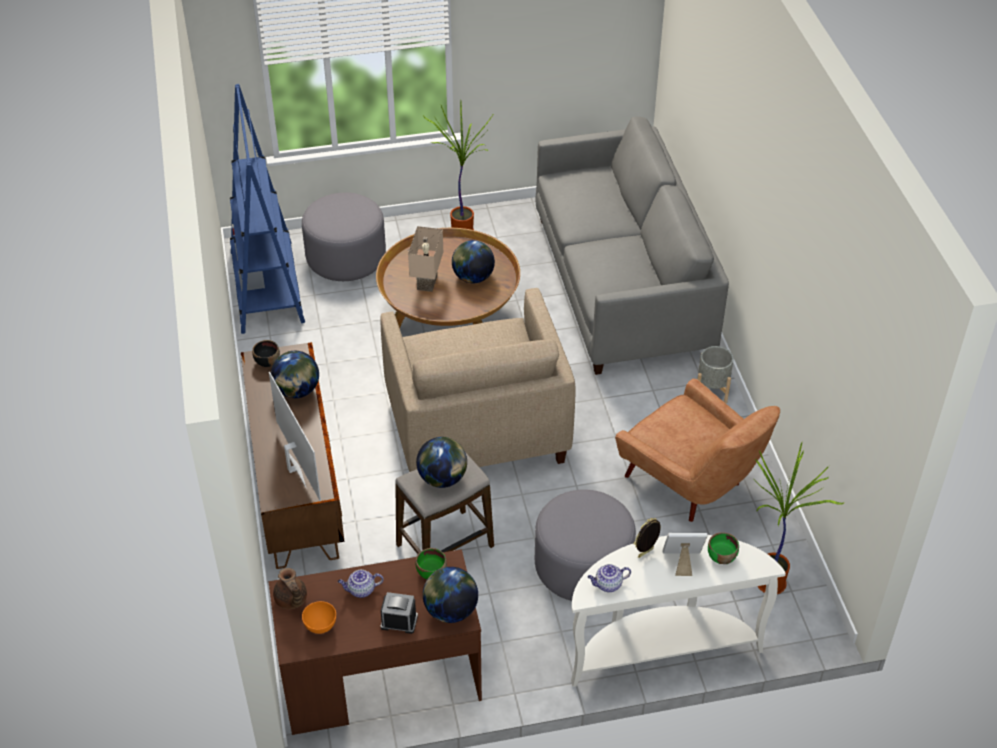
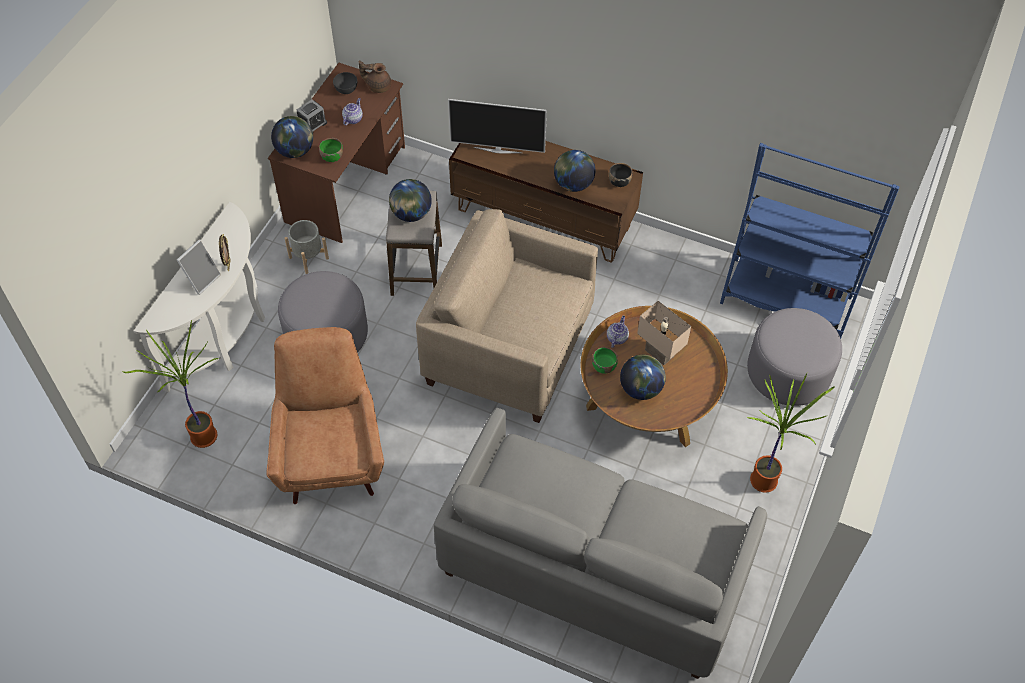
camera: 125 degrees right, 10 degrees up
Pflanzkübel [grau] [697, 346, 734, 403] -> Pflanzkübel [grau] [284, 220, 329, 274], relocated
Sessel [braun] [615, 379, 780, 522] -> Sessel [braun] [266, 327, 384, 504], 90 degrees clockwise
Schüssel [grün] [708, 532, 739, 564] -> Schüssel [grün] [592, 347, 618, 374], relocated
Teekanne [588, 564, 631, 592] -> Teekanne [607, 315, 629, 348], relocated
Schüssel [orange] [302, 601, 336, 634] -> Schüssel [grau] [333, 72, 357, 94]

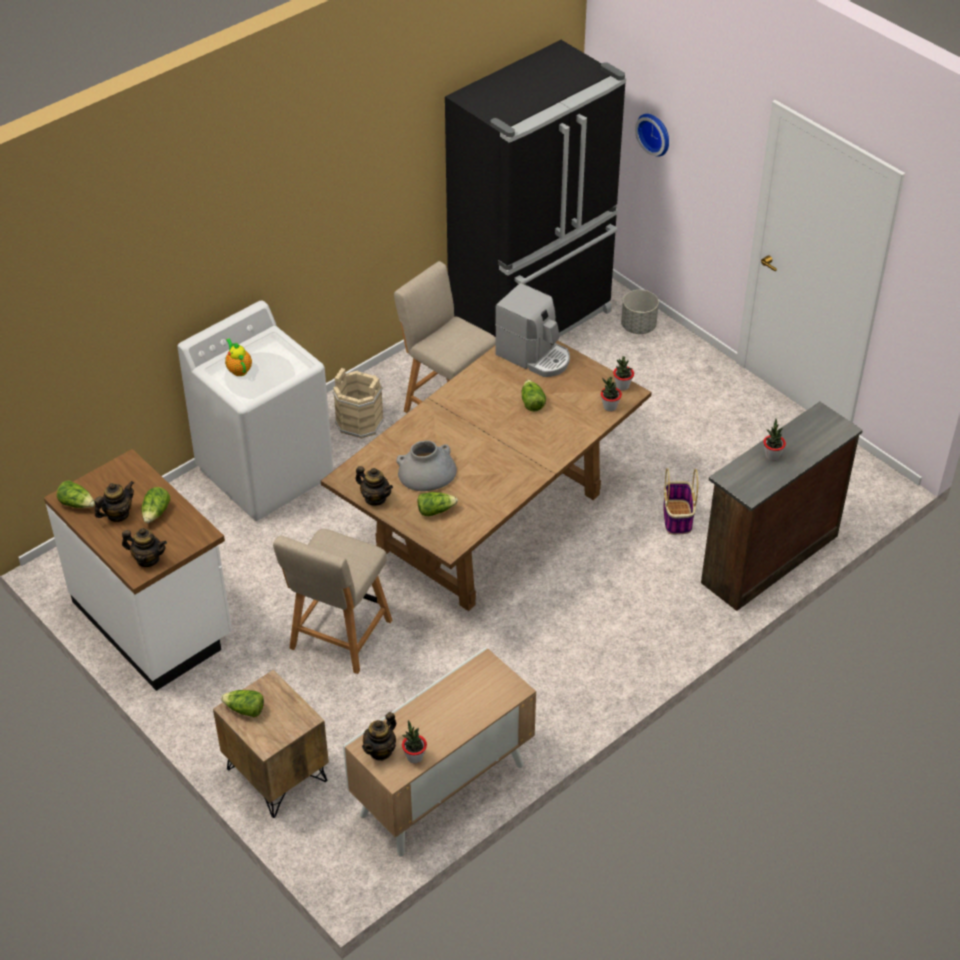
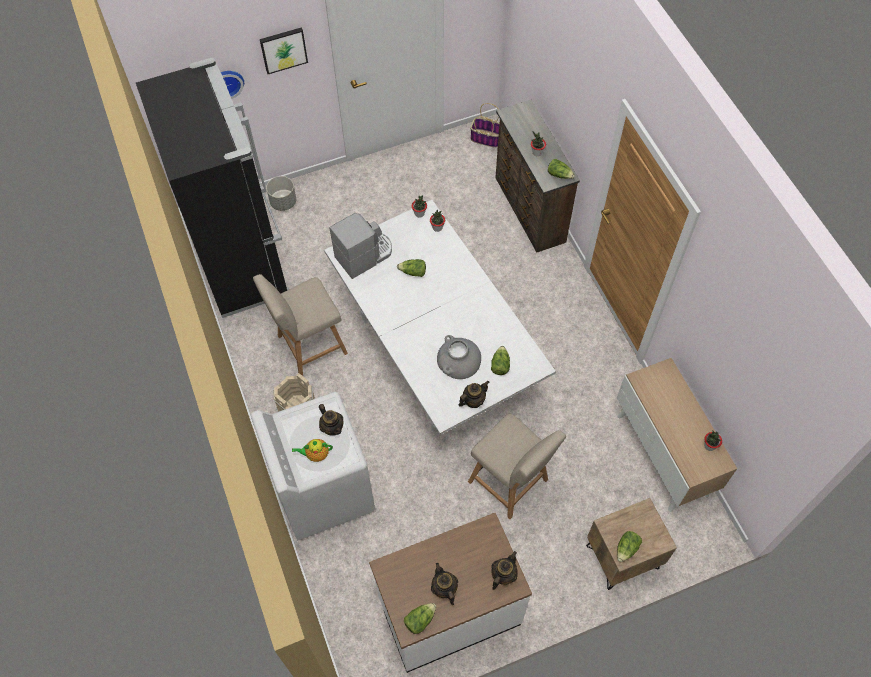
camera: 70 degrees left, 15 degrees up
Esstisch [braun] [321, 340, 652, 611] -> Esstisch [weiß] [324, 200, 556, 435]
Korb [663, 468, 698, 535] -> Korb [470, 103, 500, 148], relocated
Salatkopf [141, 487, 171, 523] -> Salatkopf [548, 159, 575, 179], relocated
Teekanne [362, 712, 396, 761] -> Teekanne [319, 404, 344, 436], relocated
none -> Bild [260, 27, 308, 74]

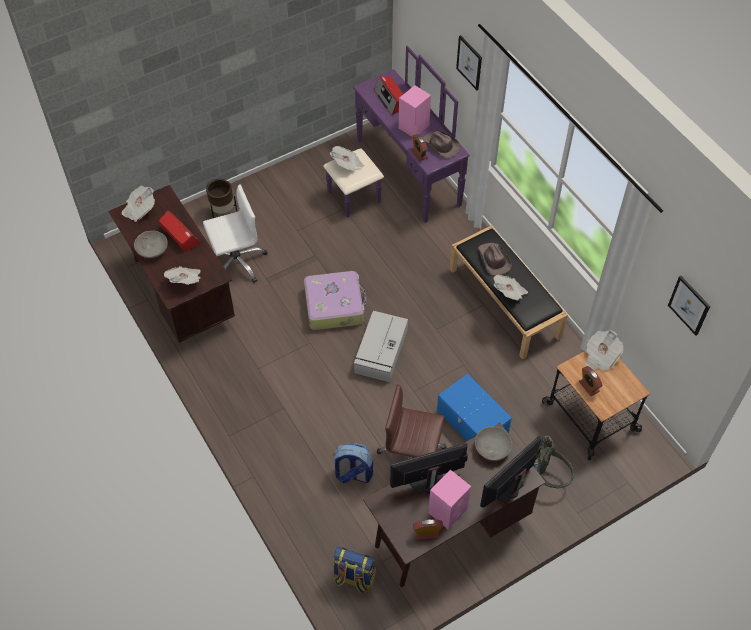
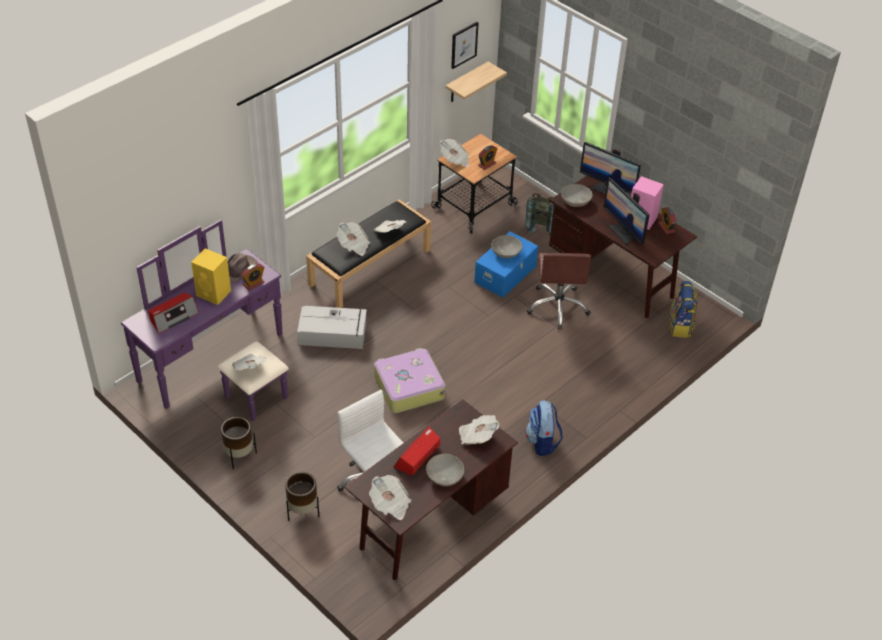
camera: 105 degrees left, 10 degrees down
Bild [456, 35, 482, 91] -> none
Lautsprecher [rosa] [398, 85, 431, 137] -> Lautsprecher [gelb] [191, 248, 231, 305]
Hut [braun] [478, 243, 512, 275] -> Zeitung [336, 222, 370, 256]
Aufbewahrungsbox [grau] [354, 311, 408, 382] -> Aufbewahrungsbox [grau] [297, 306, 367, 349], relocated
Rucksack [333, 443, 373, 483] -> Rucksack [525, 400, 563, 456], relocated
none -> Wandregal [445, 62, 507, 102]
none -> Schüssel [grau] [491, 235, 522, 258]
none -> Pflanzkübel [braun] [221, 417, 257, 469]

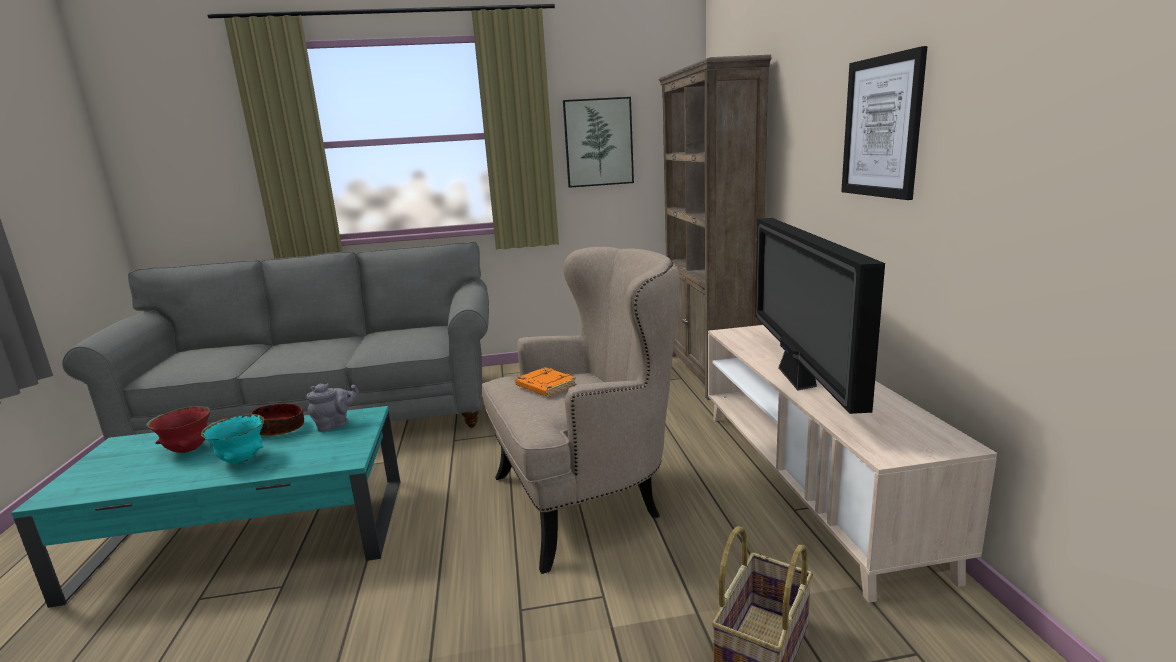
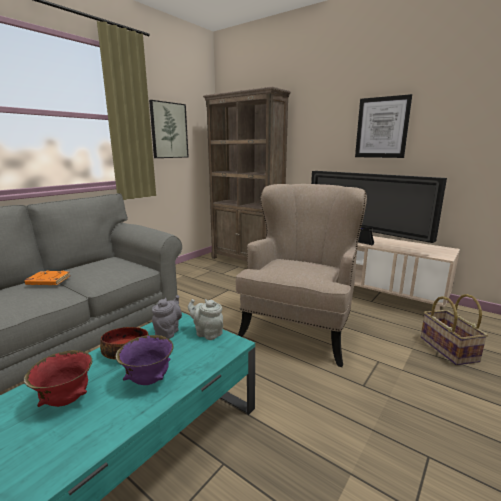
camera: 45 degrees left, 0 degrees up
Buch [orange] [515, 367, 576, 397] -> Buch [orange] [25, 271, 71, 285], relocated
Schüssel [türkis] [201, 414, 265, 463] -> Schüssel [lila] [116, 335, 173, 385]
none -> Teekanne [grau] [188, 299, 223, 340]

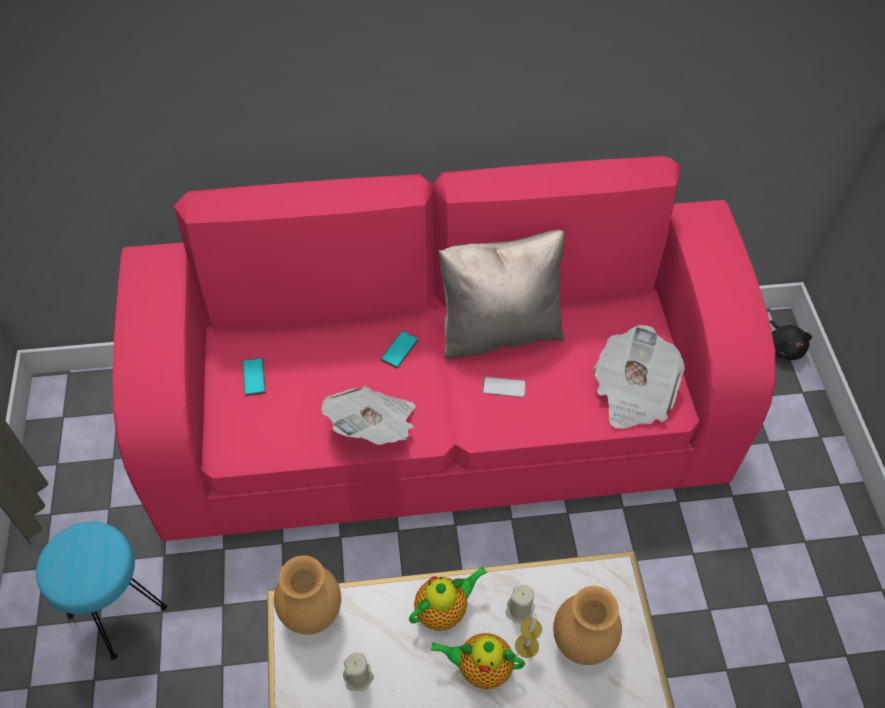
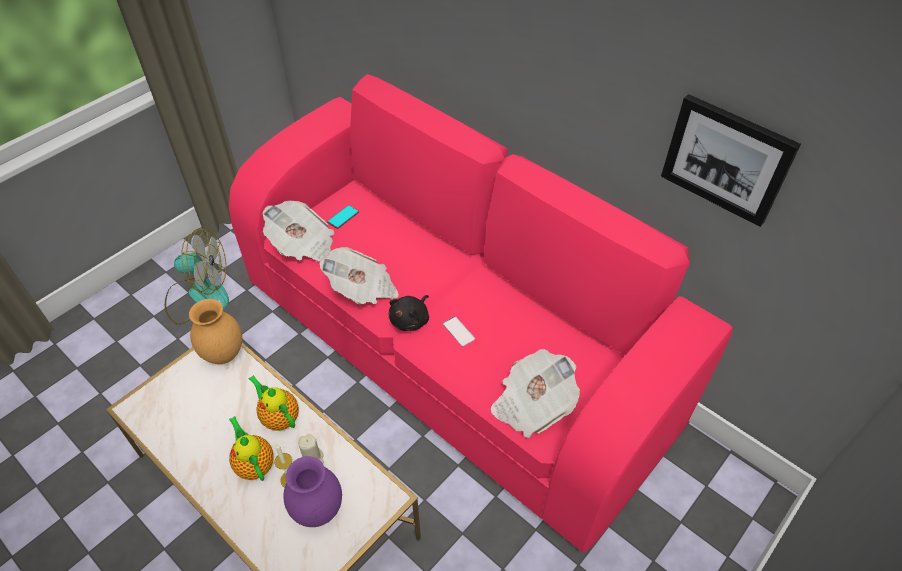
camera: 50 degrees right, 5 degrees down
Kissen [beige] [439, 230, 565, 359] -> none
Plüschtier [schwarz] [769, 320, 812, 360] -> Plüschtier [schwarz] [389, 295, 429, 331], relocated
Handy [381, 331, 419, 368] -> none
Hocker [türkis] [36, 522, 167, 660] -> Ventilator [165, 228, 229, 325]
Teekanne [409, 566, 488, 631] -> Teekanne [248, 375, 299, 431], 150 degrees counterclockwise
Vase [braun] [553, 586, 622, 665] -> Vase [lila] [283, 456, 342, 527]
Kerze [beige] [343, 653, 374, 691] -> none
none -> Bild [661, 94, 801, 227]
none -> Zeitung [263, 201, 334, 262]

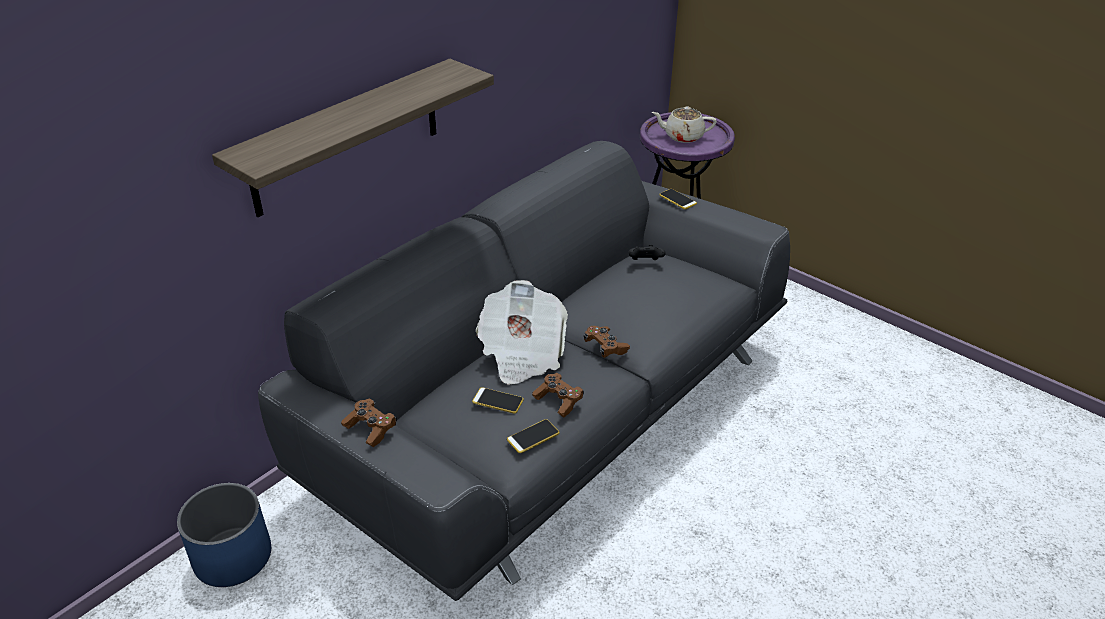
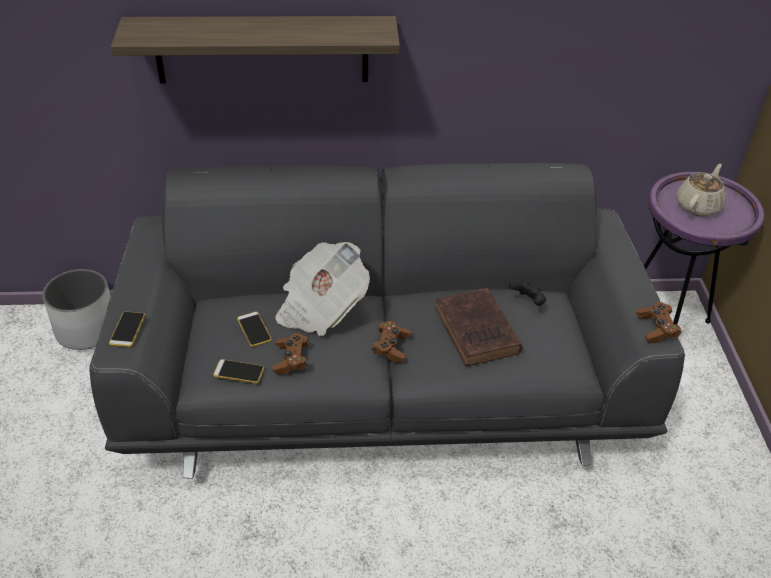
camera: 45 degrees right, 5 degrees up
Teekanne [beige] [652, 107, 717, 143] -> Teekanne [beige] [676, 164, 726, 217], 75 degrees clockwise
Handy [659, 189, 697, 209] -> Handy [109, 311, 145, 347], relocated
Gamepad [braun] [341, 399, 397, 447] -> Gamepad [braun] [636, 302, 682, 343], relocated
Pflanzkübel [blau] [177, 483, 271, 587] -> Pflanzkübel [weiß] [42, 269, 111, 350]
none -> Buch [braun] [435, 288, 523, 366]

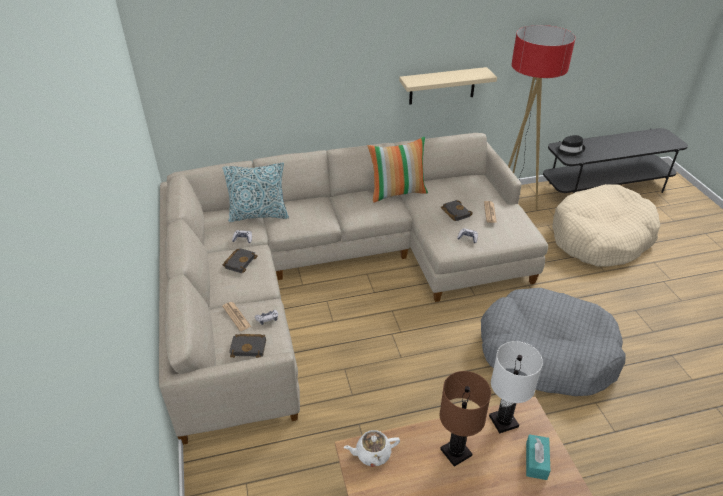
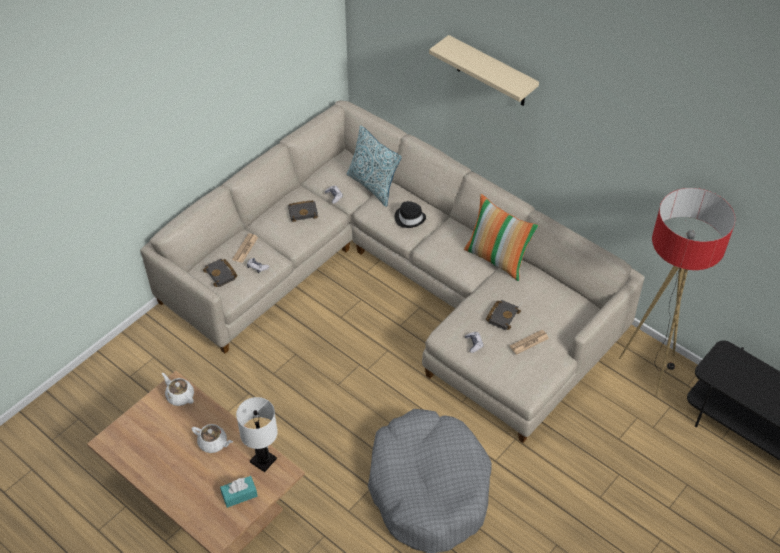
camera: 55 degrees right, 10 degrees up
Wandregal [beige] [399, 67, 497, 105] -> Wandregal [beige] [429, 35, 539, 106], relocated
Hut [schwarz] [555, 135, 585, 156] -> Hut [schwarz] [395, 201, 426, 228], relocated
Hundebett [beige] [552, 184, 660, 267] -> none
Tischlampe [braun] [440, 371, 491, 467] -> Teekanne [weiß] [191, 424, 233, 453]

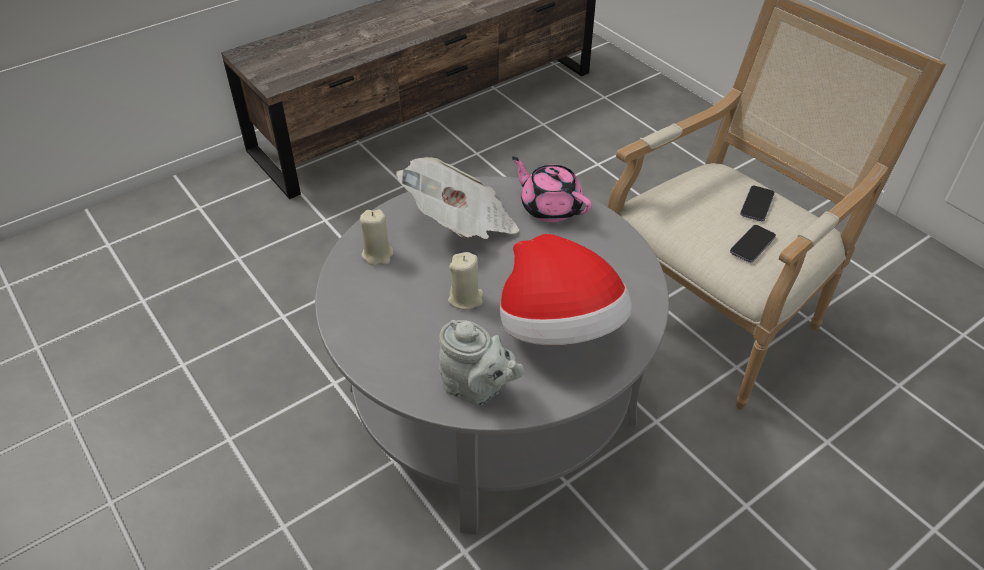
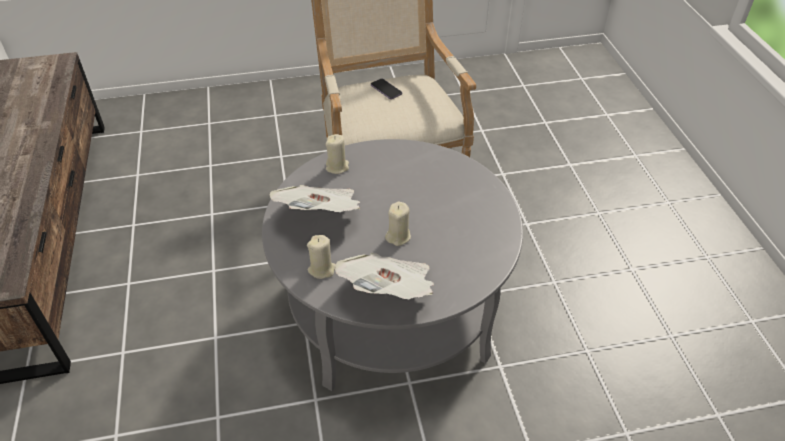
camera: 65 degrees left, 0 degrees up
Teekanne [rosa] [512, 157, 592, 222] -> Kerze [beige] [326, 134, 349, 174]
Handy [730, 225, 776, 263] -> none
Hut [500, 234, 632, 345] -> none
Teekanne [grau] [439, 320, 525, 405] -> none
none -> Zeitung [335, 253, 434, 299]

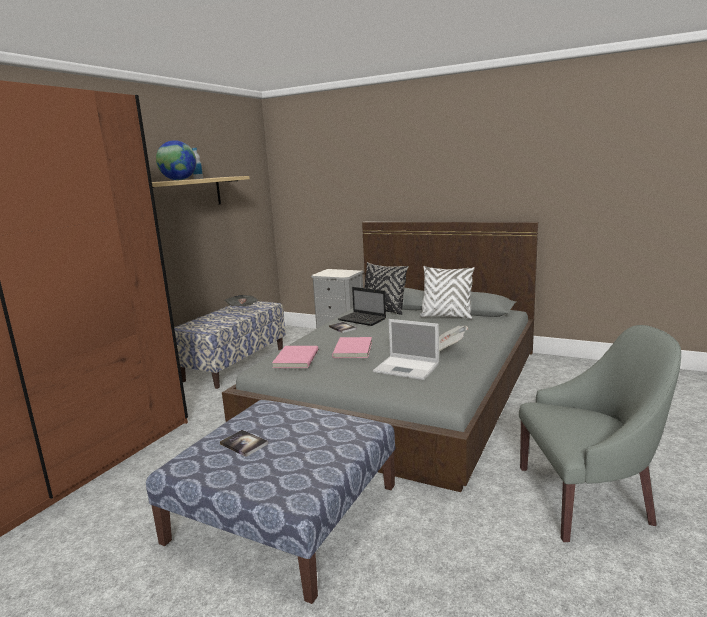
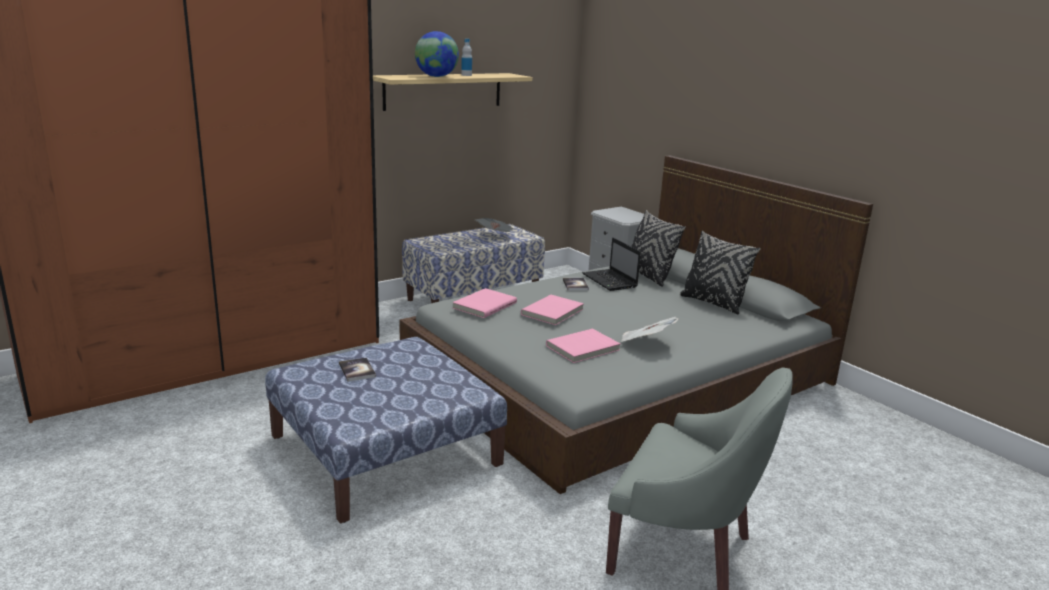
camera: 25 degrees right, 5 degrees up
Kissen [weiß] [419, 266, 475, 319] -> Kissen [schwarz] [680, 231, 761, 314]
Laptop [373, 319, 439, 380] -> Buch [rosa] [546, 329, 620, 363]

